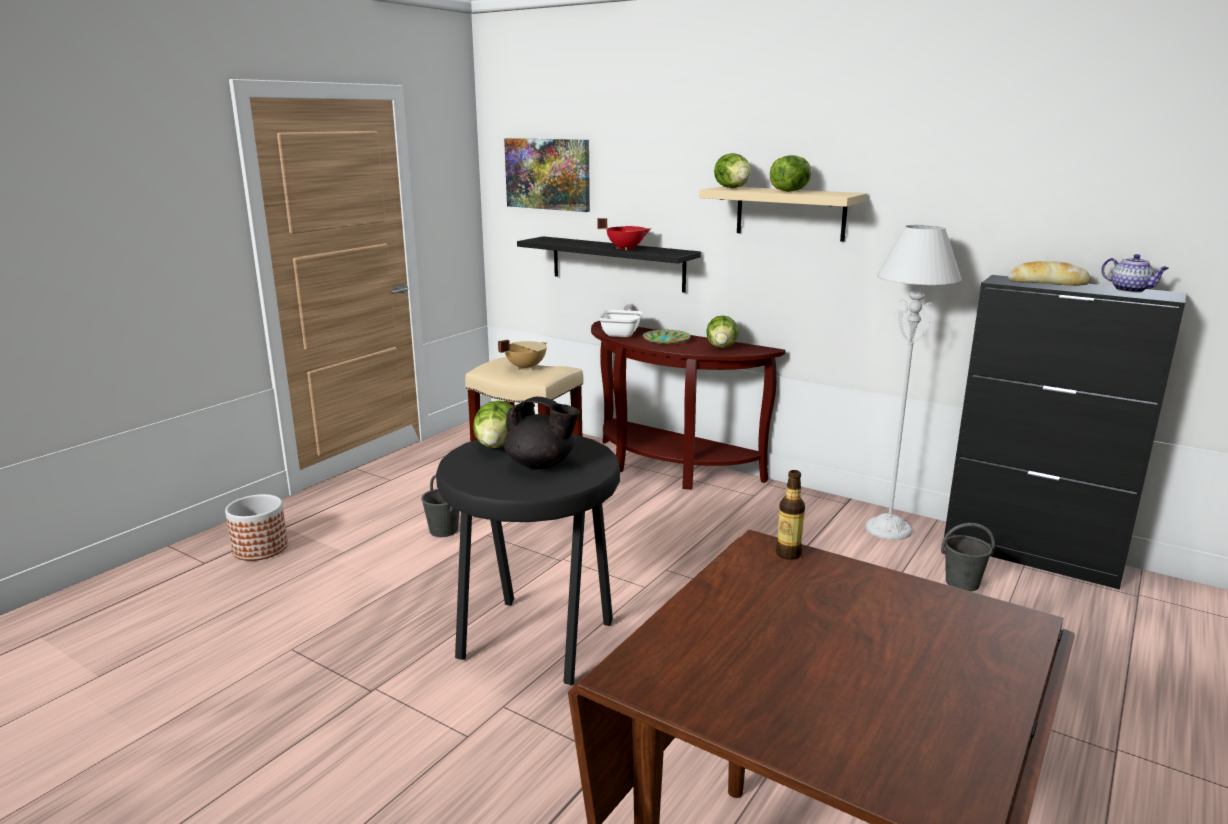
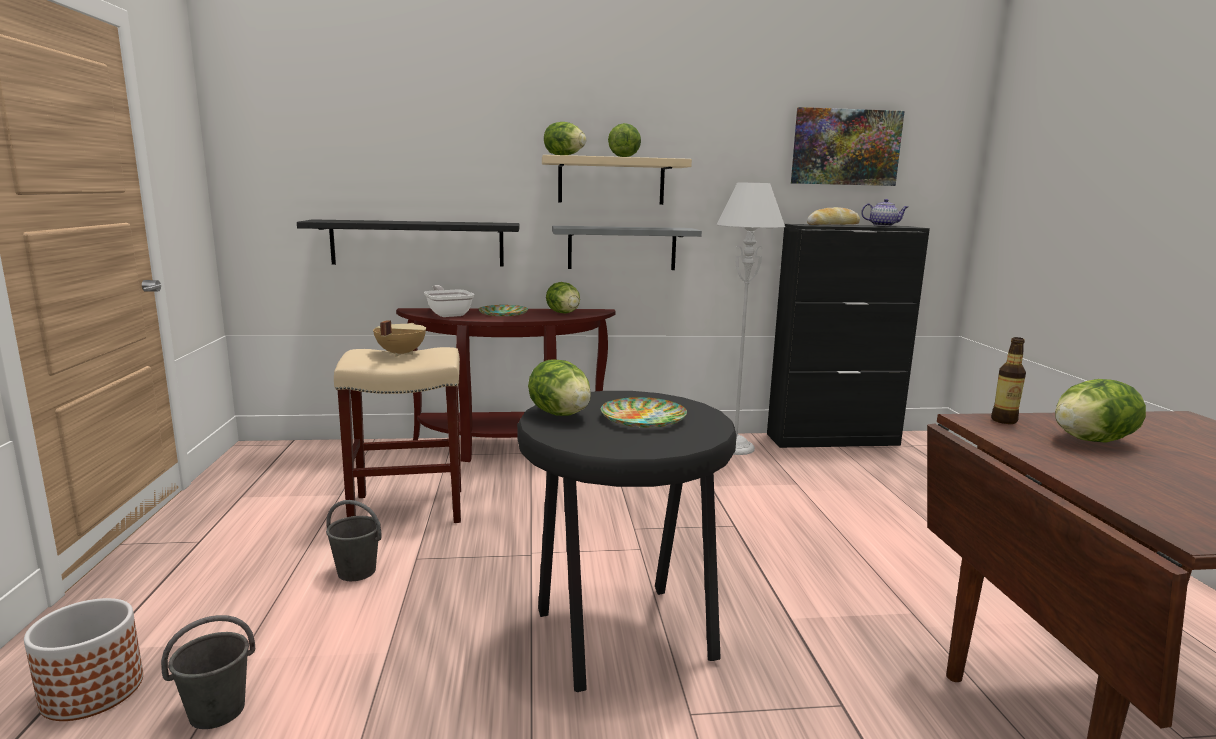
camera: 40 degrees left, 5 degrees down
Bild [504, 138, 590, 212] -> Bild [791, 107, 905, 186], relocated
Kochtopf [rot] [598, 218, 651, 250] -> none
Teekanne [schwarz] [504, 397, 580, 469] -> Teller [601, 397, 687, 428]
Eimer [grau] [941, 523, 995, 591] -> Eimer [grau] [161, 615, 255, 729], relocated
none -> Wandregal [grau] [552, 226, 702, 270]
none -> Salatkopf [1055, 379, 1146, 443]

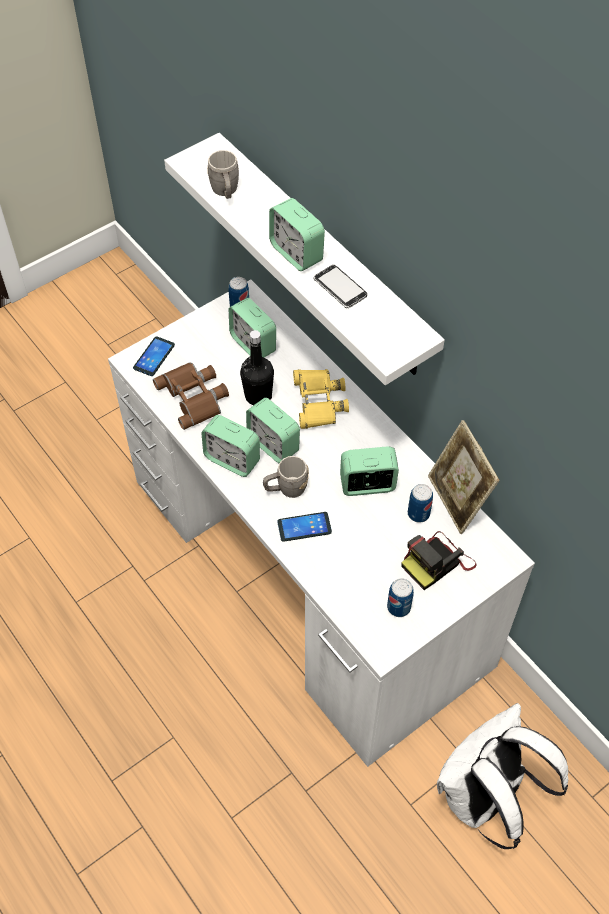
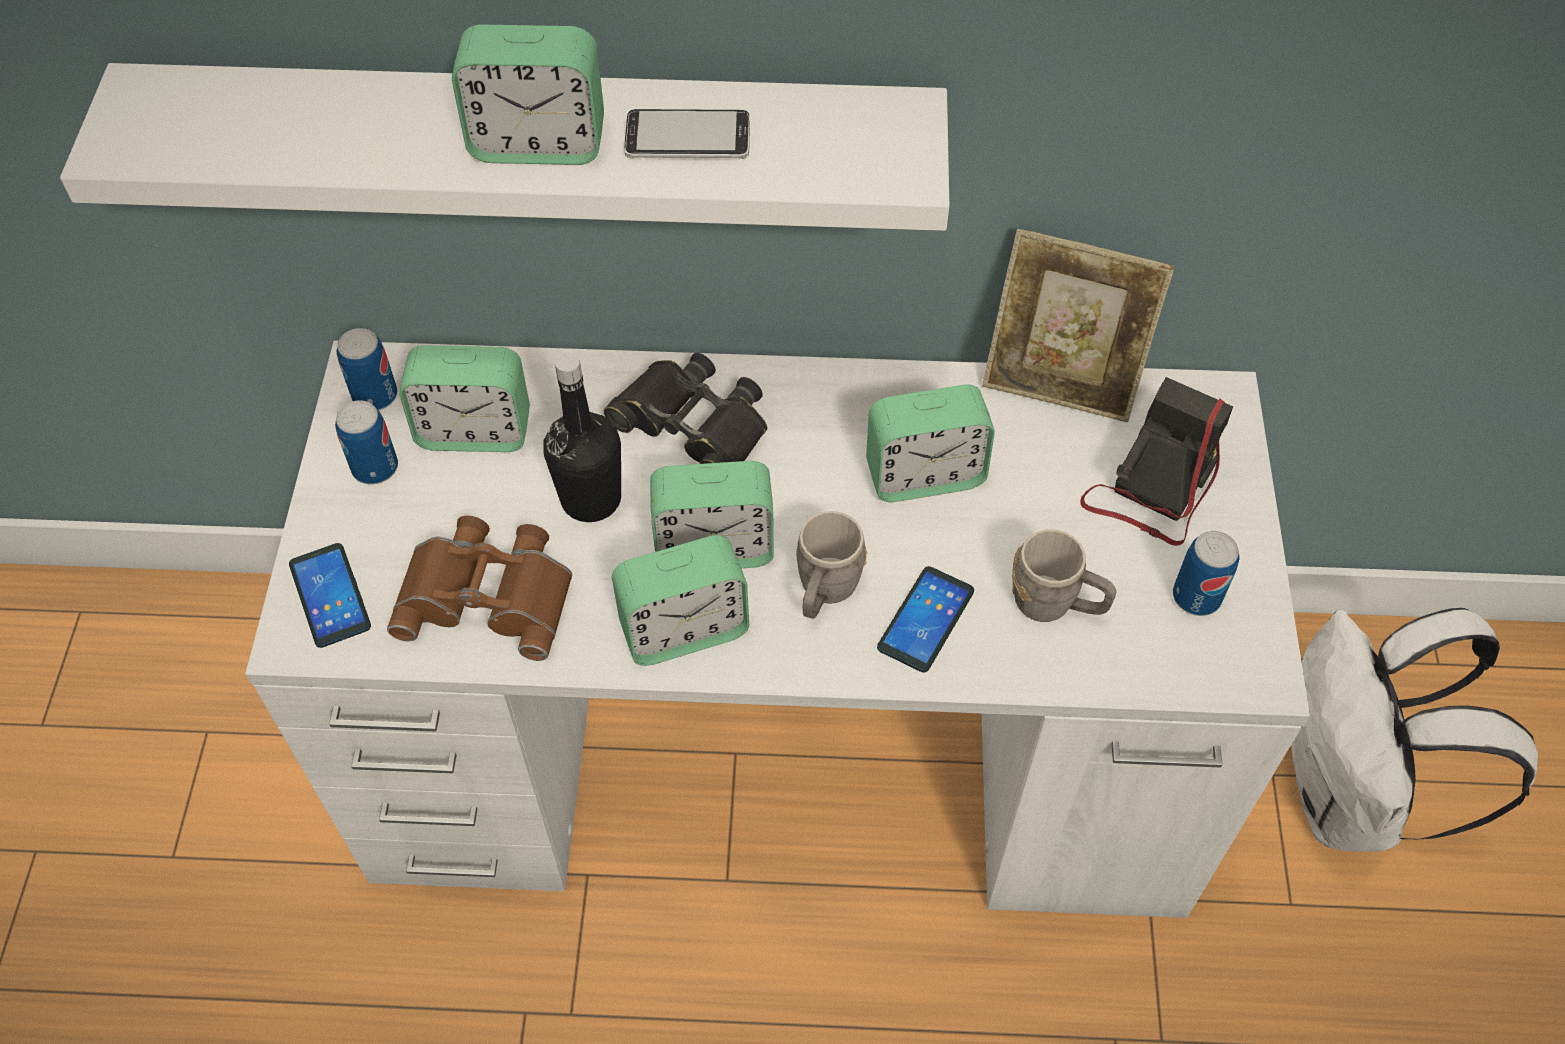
camera: 50 degrees left, 0 degrees up
Henkelbecher [grau] [207, 150, 239, 199] -> Henkelbecher [grau] [1012, 529, 1116, 622], relocated
Fernglas [gelb] [293, 369, 349, 429] -> Fernglas [schwarz] [604, 353, 767, 464]
Wecker [340, 446, 399, 496] -> Wecker [866, 385, 995, 502], 135 degrees counterclockwise
Dose [408, 484, 433, 523] -> Dose [335, 400, 398, 485], relocated
Kamera [401, 531, 477, 590] -> Kamera [1080, 377, 1233, 546], 150 degrees counterclockwise

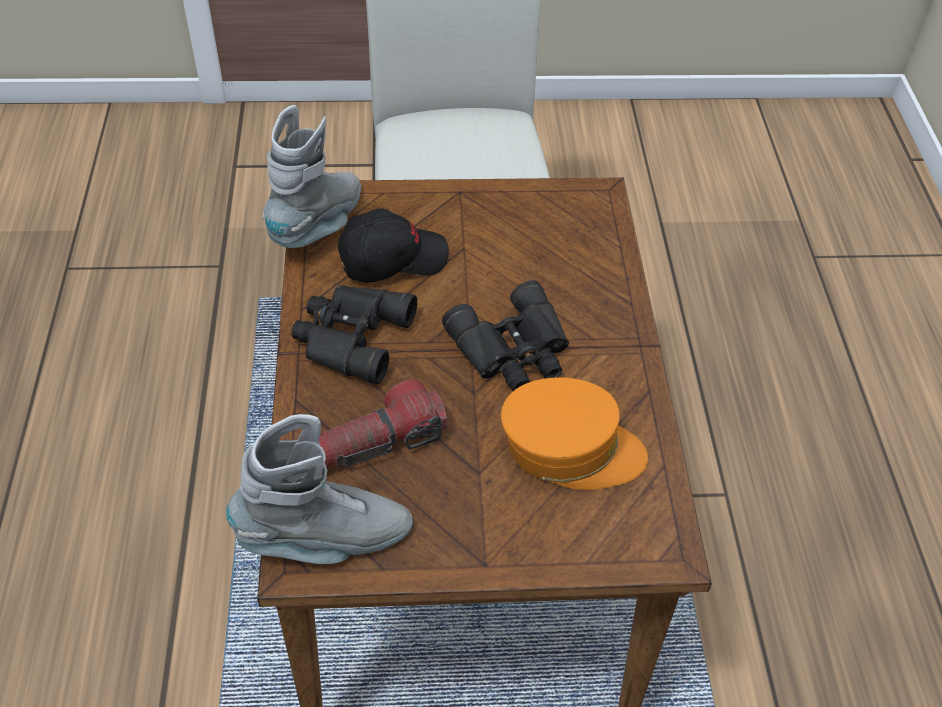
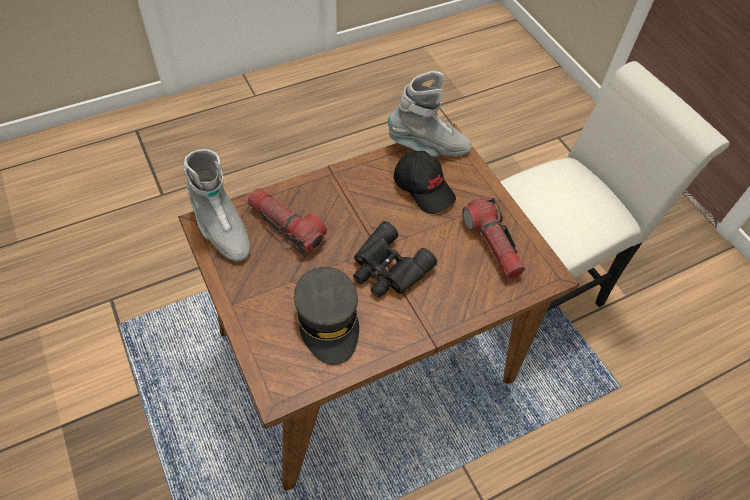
camera: 65 degrees right, 5 degrees up
Fernglas [schwarz] [291, 285, 417, 384] -> none
Kappe [orange] [501, 377, 648, 490] -> Kappe [grau] [294, 267, 359, 365]
none -> Taschenlampe [462, 197, 525, 279]

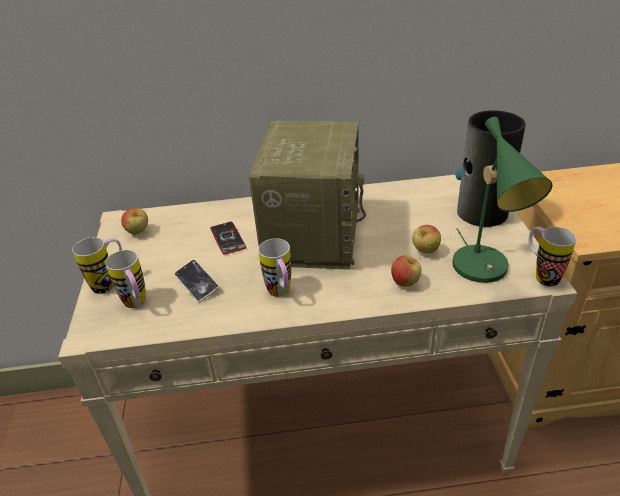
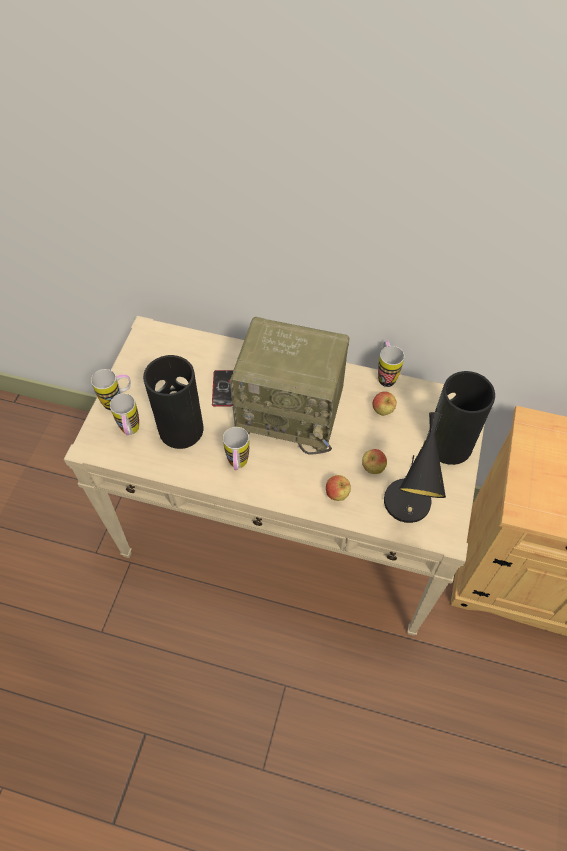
camera: 20 degrees right, 20 degrees up
Tischlampe [grün] [452, 117, 552, 283] -> Tischlampe [schwarz] [384, 412, 446, 523]
Radio [249, 121, 366, 270] -> Radio [230, 317, 350, 455], 75 degrees clockwise
Apfel [121, 208, 148, 235] -> Apfel [373, 392, 397, 416], relocated
Henkelbecher [529, 227, 577, 286] -> Henkelbecher [378, 341, 404, 387], relocated
Handy [175, 260, 219, 302] -> Vase [143, 355, 203, 449]

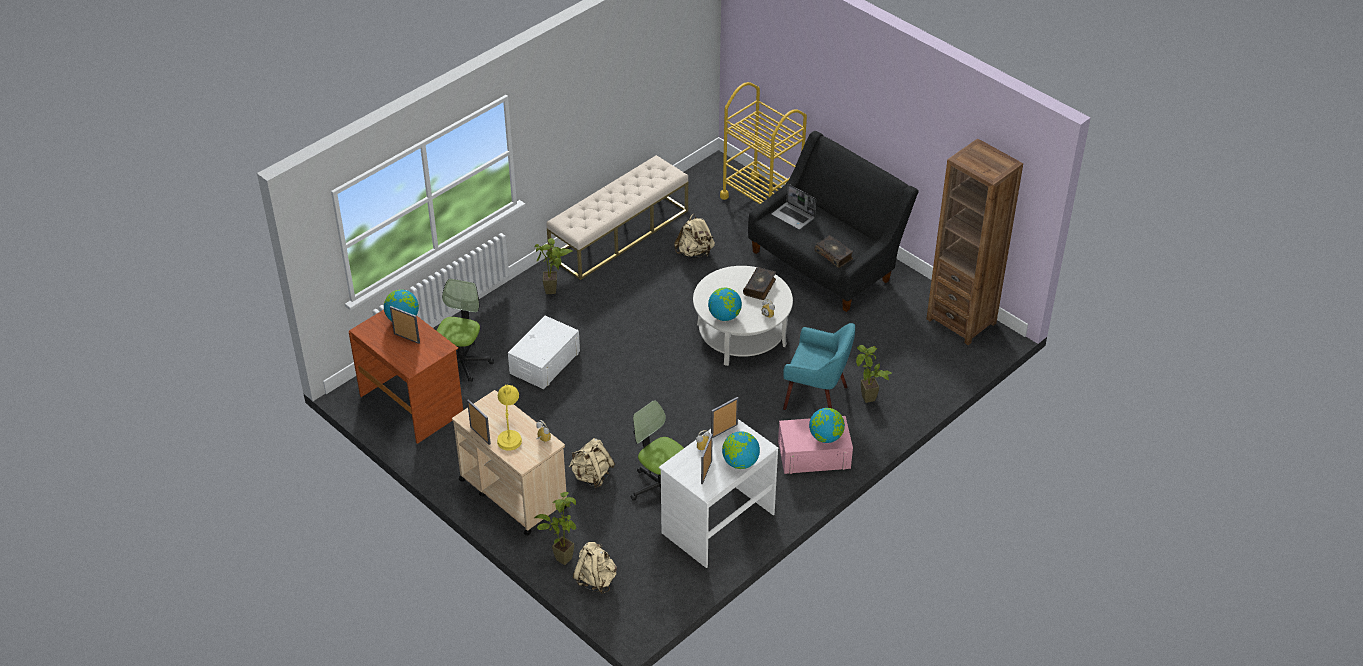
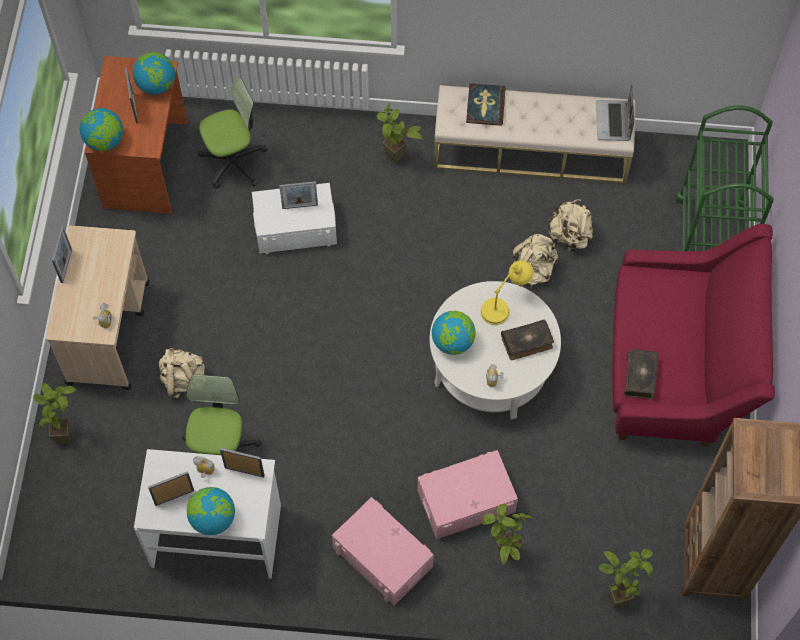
camera: 50 degrees right, 20 degrees up
Rollwagen [gelb] [720, 82, 807, 204] -> Rollwagen [grün] [675, 106, 774, 251]
Sofa [schwarz] [748, 131, 919, 312] -> Sofa [rot] [612, 224, 775, 447]
Laptop [772, 184, 816, 230] -> Laptop [596, 84, 634, 141], relocated
Sessel [türkis] [783, 323, 855, 410] -> Aufbewahrungsbox [rosa] [417, 450, 518, 540]
Tischlampe [gelb] [497, 385, 522, 451] -> Tischlampe [gelb] [480, 260, 534, 325], relocated
Globus [809, 408, 845, 443] -> Globus [80, 108, 123, 151], relocated
Rucksack [beige] [573, 542, 617, 594] -> Rucksack [beige] [513, 234, 559, 289], relocated
none -> Buch [466, 83, 506, 126]
none -> Bilderrahmen [279, 181, 318, 209]
none -> Topfpflanze [599, 549, 653, 608]

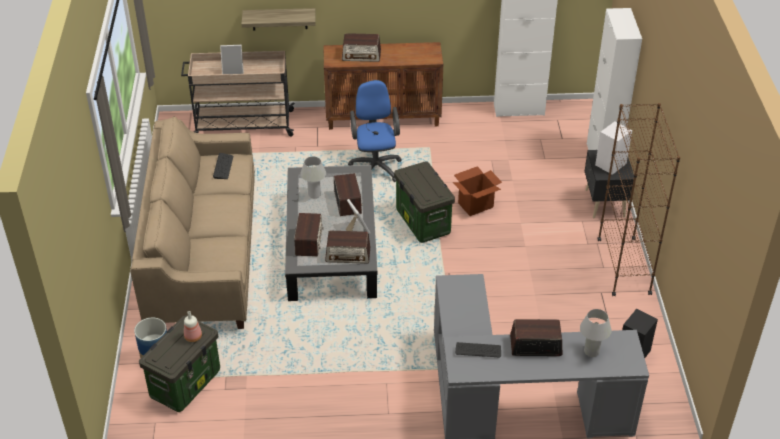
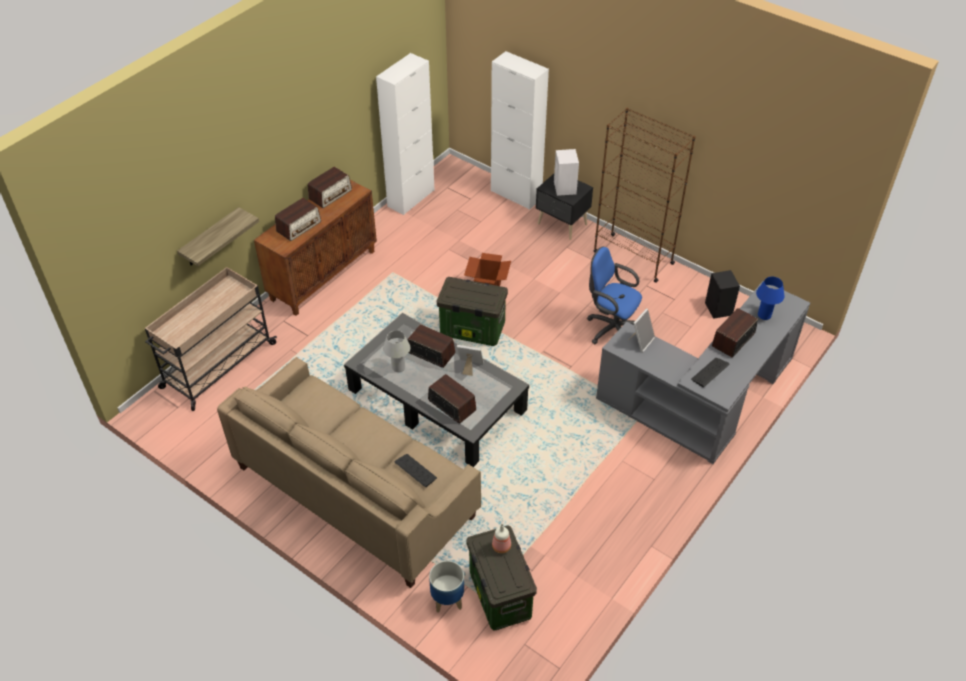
camera: 50 degrees left, 5 degrees up
Bilderrahmen [220, 45, 244, 74] -> Bilderrahmen [630, 308, 655, 352], relocated
Bürostuhl [blau] [348, 80, 402, 182] -> Bürostuhl [blau] [587, 246, 642, 344], relocated
Tastatur [213, 153, 233, 179] -> Tastatur [395, 454, 437, 487], relocated
Radio [325, 231, 371, 264] -> Radio [308, 167, 352, 208], relocated
Tischlampe [weiß] [580, 309, 612, 357] -> Tischlampe [blau] [756, 277, 785, 320]

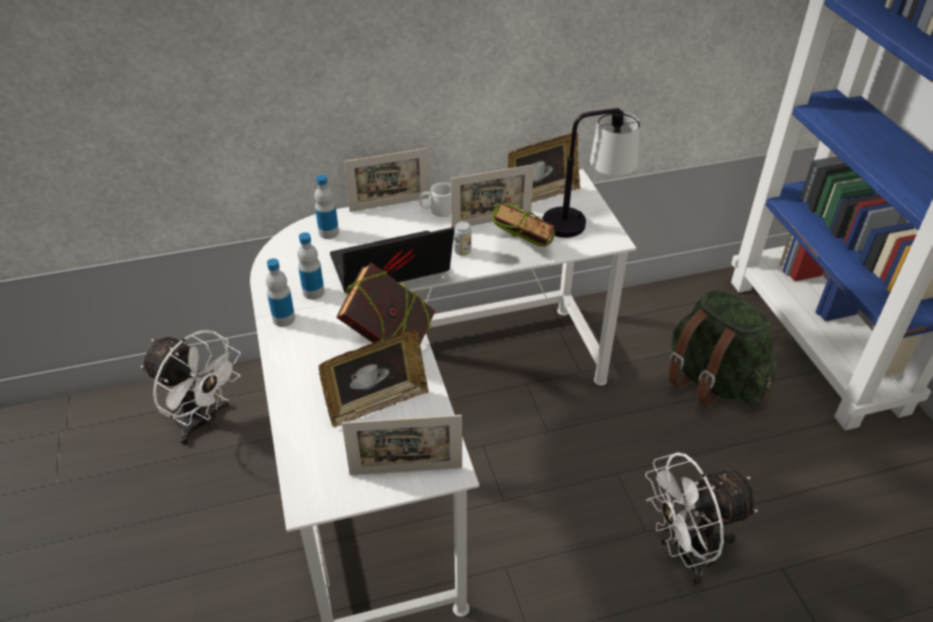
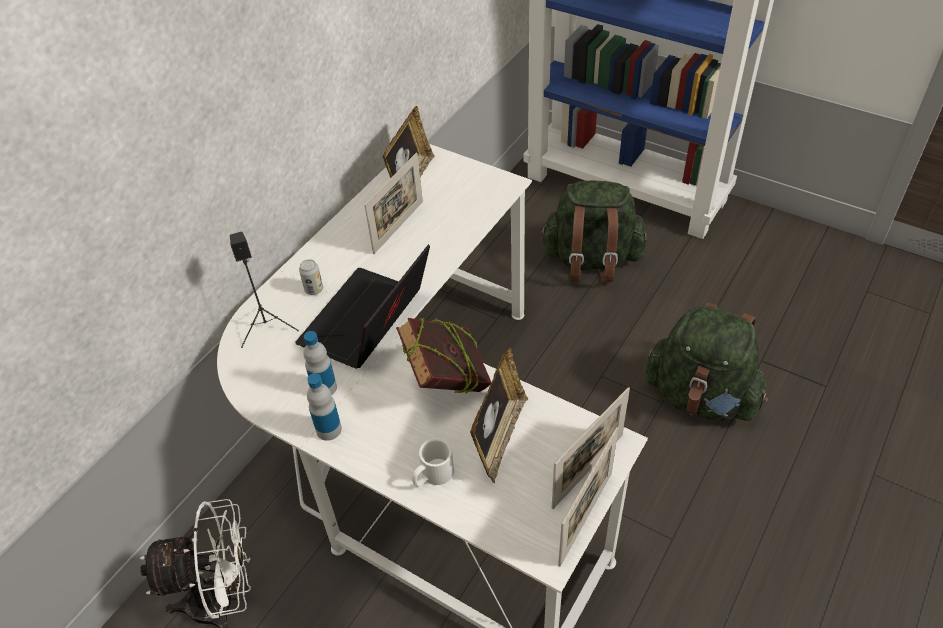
camera: 40 degrees left, 5 degrees up
Tischlampe [542, 108, 640, 238] -> none
Bilderrahmen [344, 148, 429, 212] -> Bilderrahmen [558, 427, 618, 567], relocated
Flasche [314, 175, 339, 239] -> Lautsprecher [schwarz] [230, 232, 299, 348]
Henkelbecher [weiß] [419, 182, 451, 217] -> Henkelbecher [weiß] [412, 438, 454, 487], relocated
Buch [492, 203, 556, 247] -> none
Dose [454, 221, 472, 256] -> Dose [299, 259, 323, 295], relocated
Ventilator [weiß] [645, 452, 758, 586] -> Rucksack [grün] [645, 302, 768, 421]

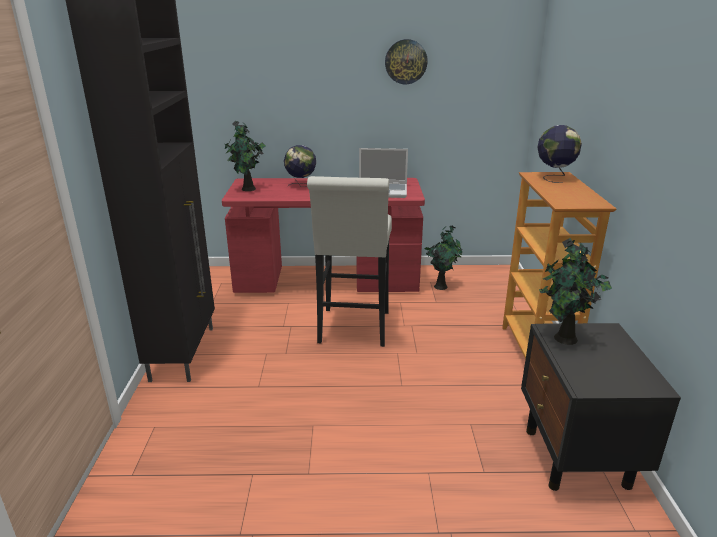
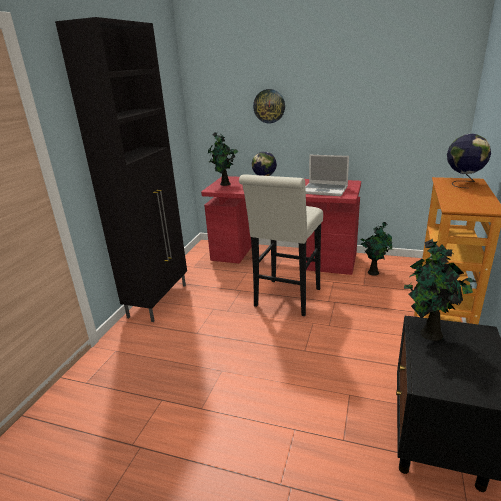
camera: 20 degrees right, 0 degrees up
Wanduhr [385, 39, 428, 84] -> Wanduhr [253, 89, 285, 123], relocated

